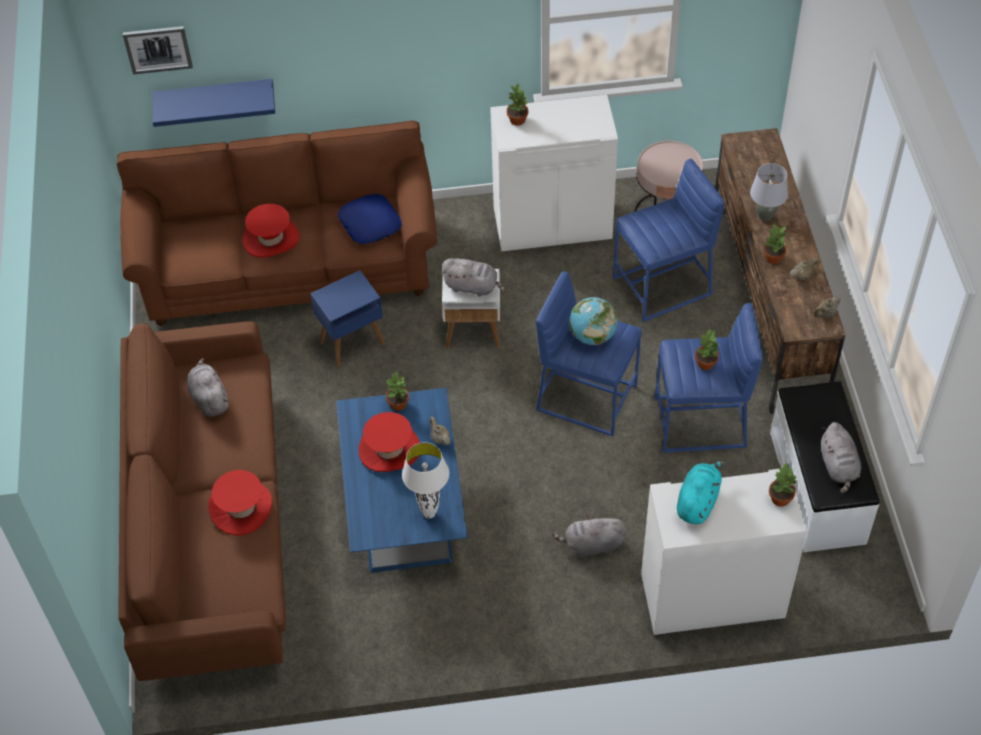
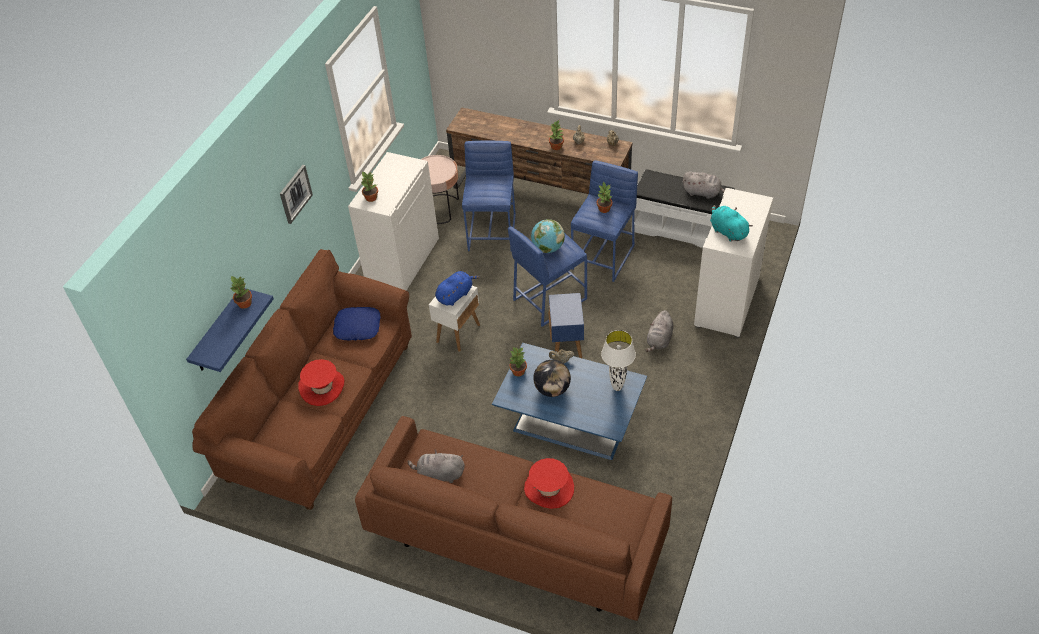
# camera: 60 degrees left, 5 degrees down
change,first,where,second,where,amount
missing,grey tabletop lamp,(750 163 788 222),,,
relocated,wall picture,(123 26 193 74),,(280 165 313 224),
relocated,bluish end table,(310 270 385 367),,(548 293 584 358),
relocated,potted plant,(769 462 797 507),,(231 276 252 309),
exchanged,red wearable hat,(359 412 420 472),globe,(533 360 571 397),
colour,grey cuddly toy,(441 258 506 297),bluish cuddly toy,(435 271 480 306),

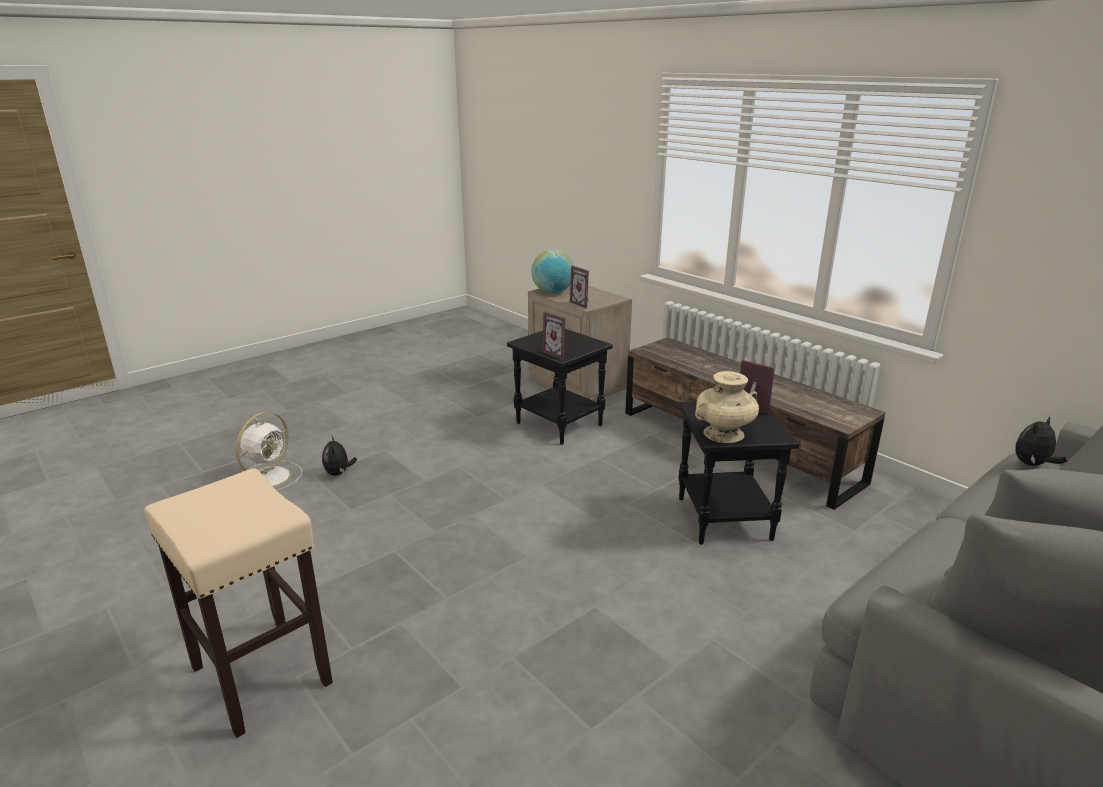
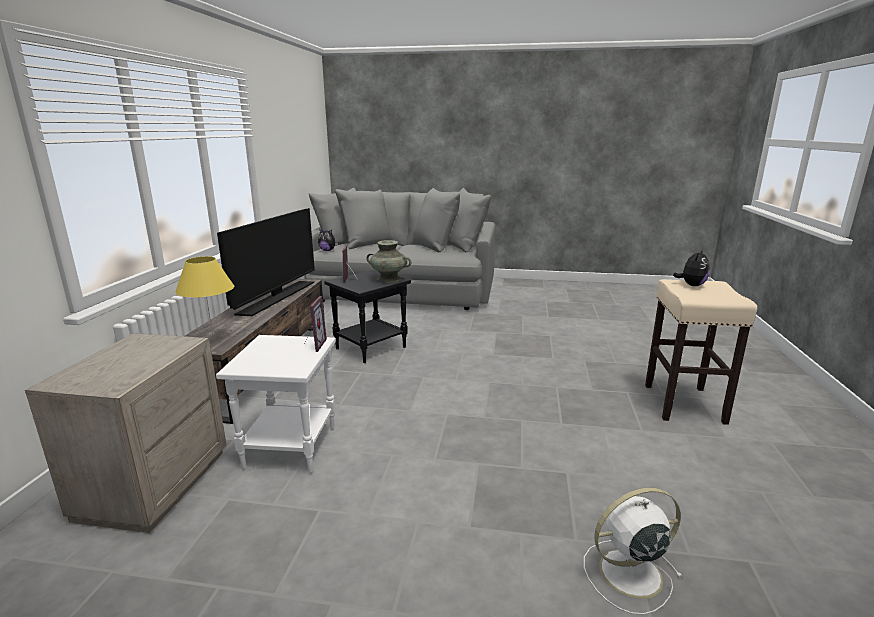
# camera: 130 degrees left, 5 degrees down
change,first,where,second,where,amount
missing,globe,(531 250 574 294),,,
missing,standing frame,(570 266 589 308),,,
appeared,,,yellow tabletop lamp,(175 256 234 341),
appeared,,,TV,(217 208 315 316),
relocated,cuddly toy,(322 436 357 476),,(673 249 710 286),
colour,black end table,(507 329 613 445),white end table,(216 335 336 473),
colour,sand-coloured decorative vase,(695 371 759 443),turquoise decorative vase,(366 240 411 283),

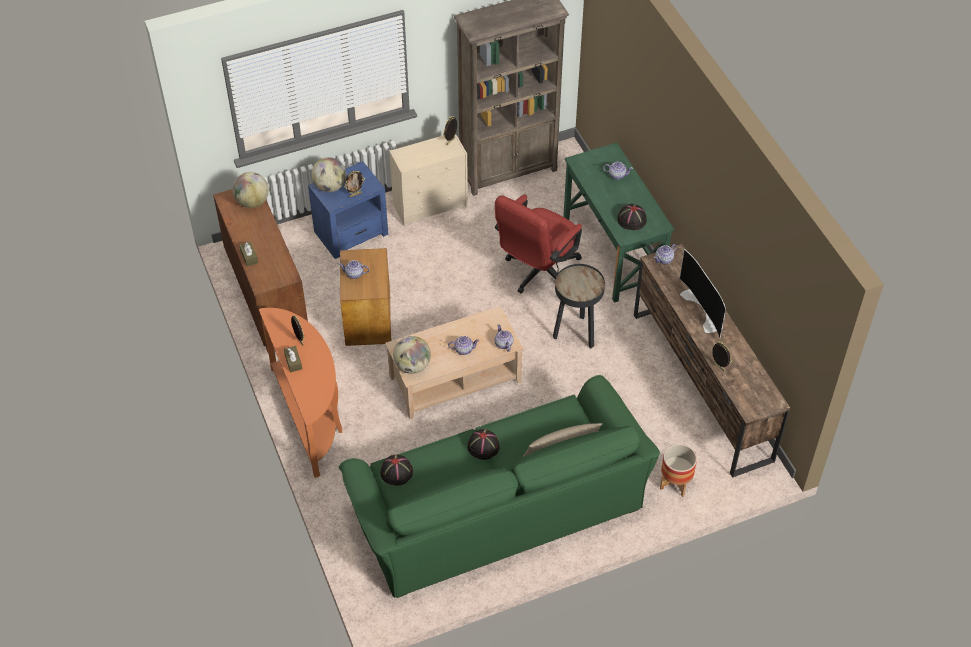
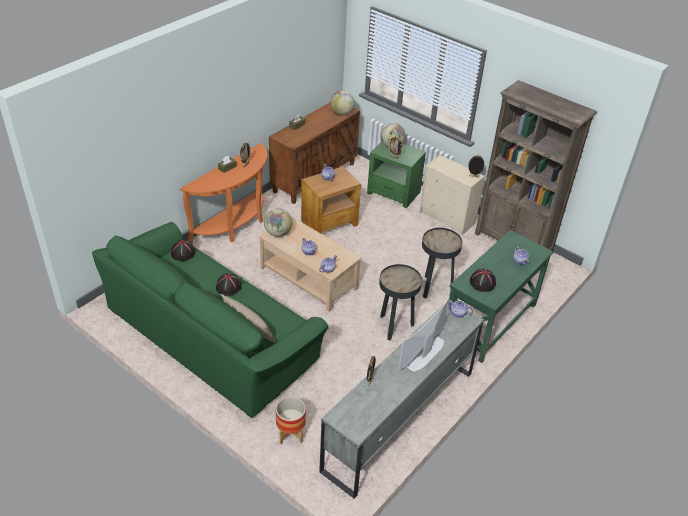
# camera: 60 degrees right, 10 degrees down
change,first,where,second,where,amount
exchanged,red desk chair,(495 195 582 293),black end table,(422 228 462 298),
colour,bluish end table,(308 161 388 259),greenish end table,(367 142 426 208),
colour,brown media console,(634 244 790 478),grey media console,(319 300 484 499),

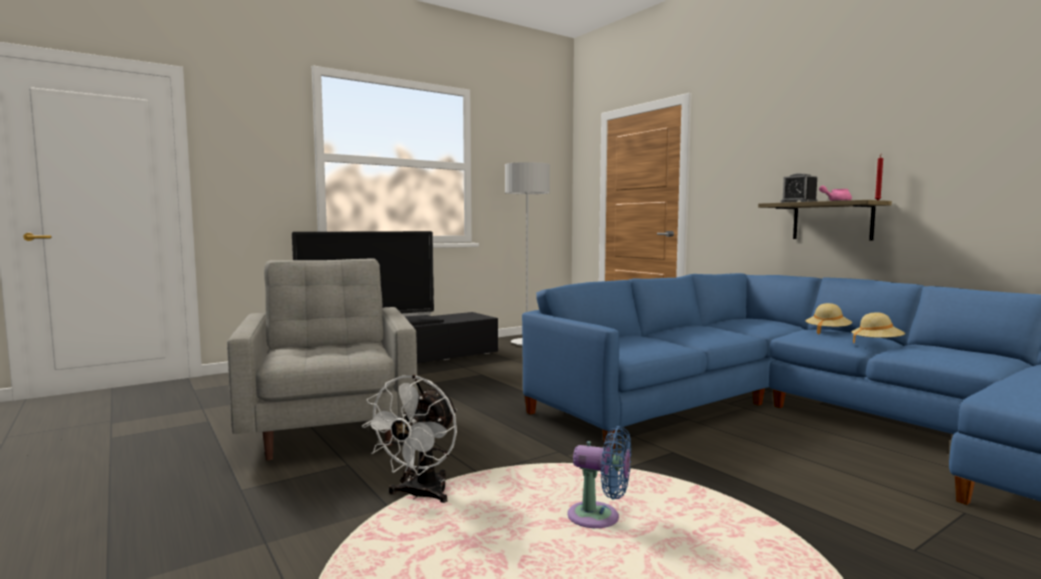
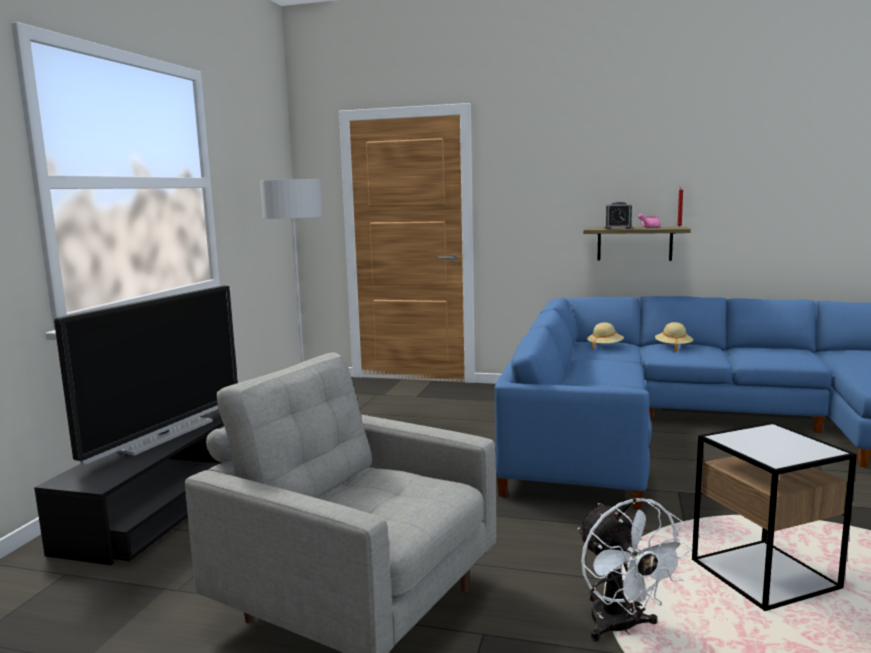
# camera: 40 degrees left, 5 degrees up
change,first,where,second,where,amount
relocated,sand-coloured wearable hat,(852 312 905 343),,(587 322 624 350),
exchanged,bluish electric fan,(567 426 631 528),end table,(692 422 857 611),

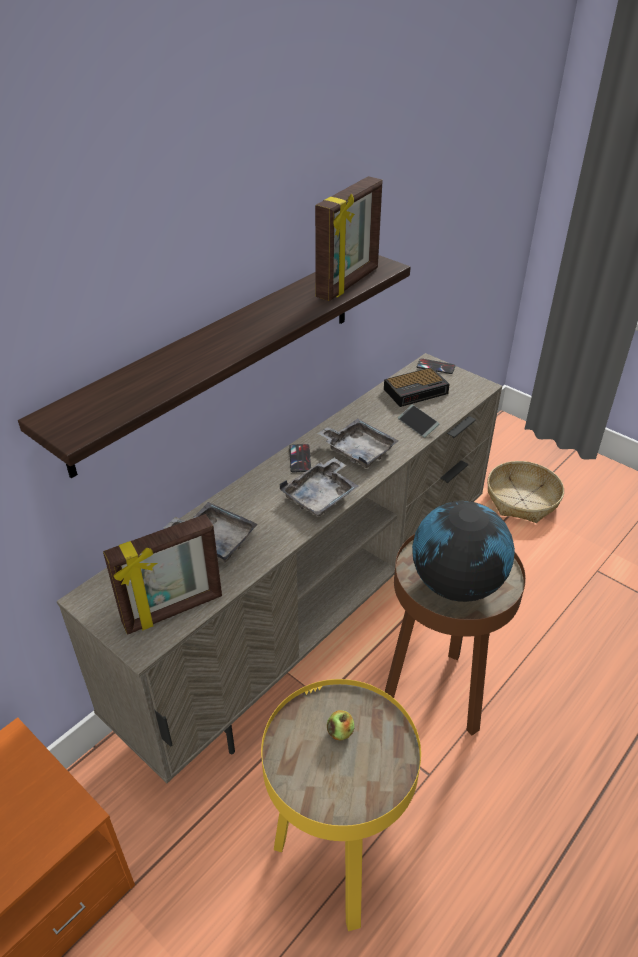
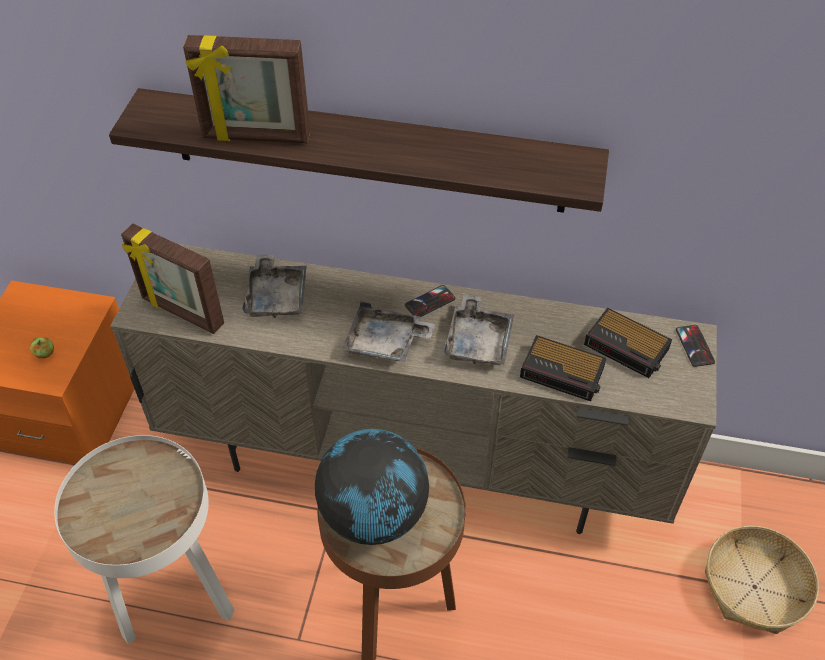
# camera: 60 degrees right, 10 degrees up
change,first,where,second,where,amount
relocated,standing frame,(315 176 383 301),,(183 35 310 143),
relocated,whole apple,(327 710 354 741),,(30 337 54 358),
exchanged,handset,(398 405 439 438),bedside clock,(520 335 606 401),
colour,yellow end table,(261 679 421 931),white end table,(54 435 234 644),

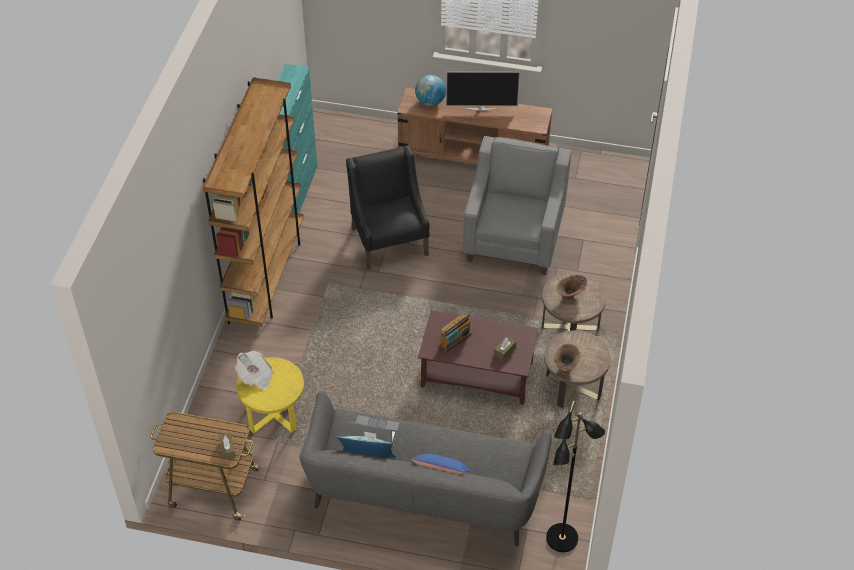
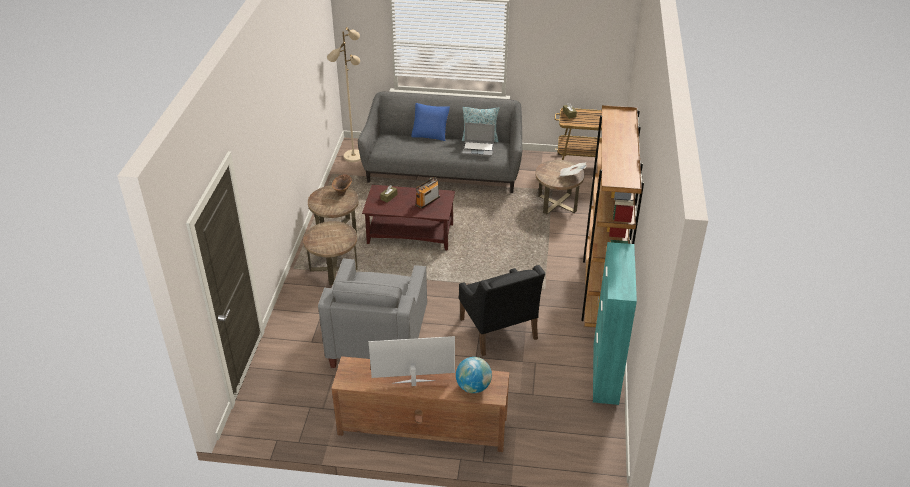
# camera: 175 degrees right, 10 degrees down
change,first,where,second,where,amount
missing,brown decorative vase,(556 275 587 300),,,
colour,yellow end table,(236 357 304 433),brown end table,(535 160 585 214),
colour,black standing lamp,(546 401 605 552),sand-coloured standing lamp,(327 27 361 162),

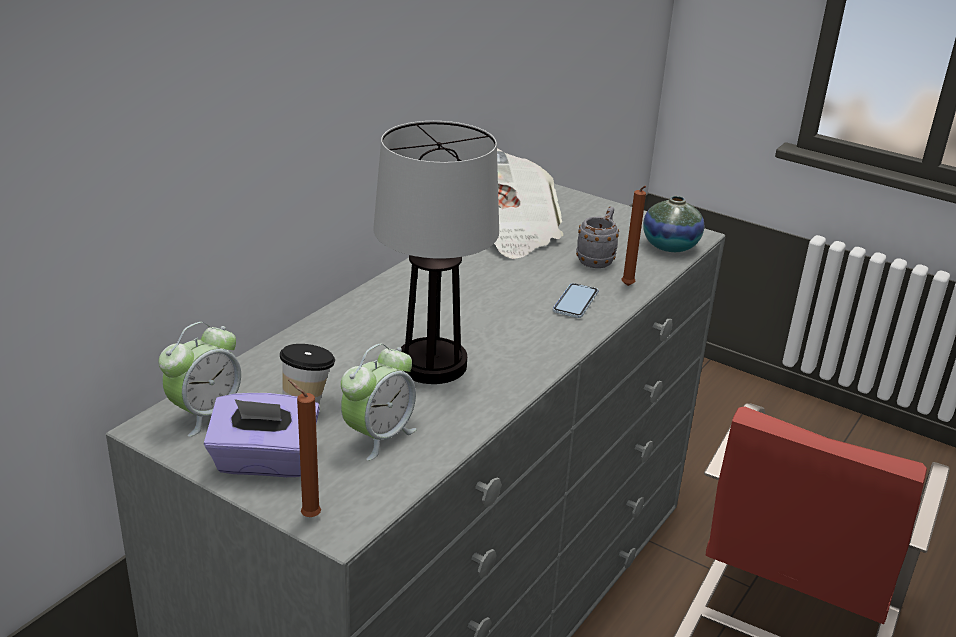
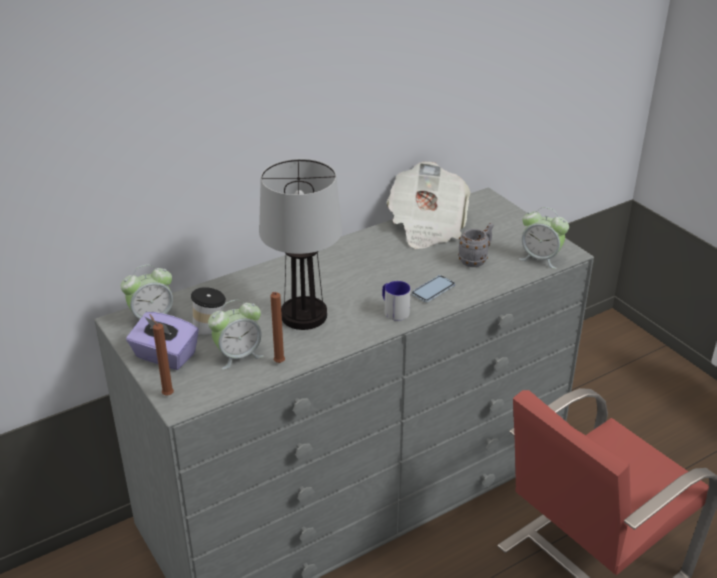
# camera: 25 degrees right, 5 degrees up
change,first,where,second,where,amount
appeared,,,coffee mug,(382 281 411 321),
relocated,brown wax candle,(622 186 646 286),,(271 292 285 363),
exchanged,decorative vase,(643 196 704 252),bedside clock,(519 207 569 269),

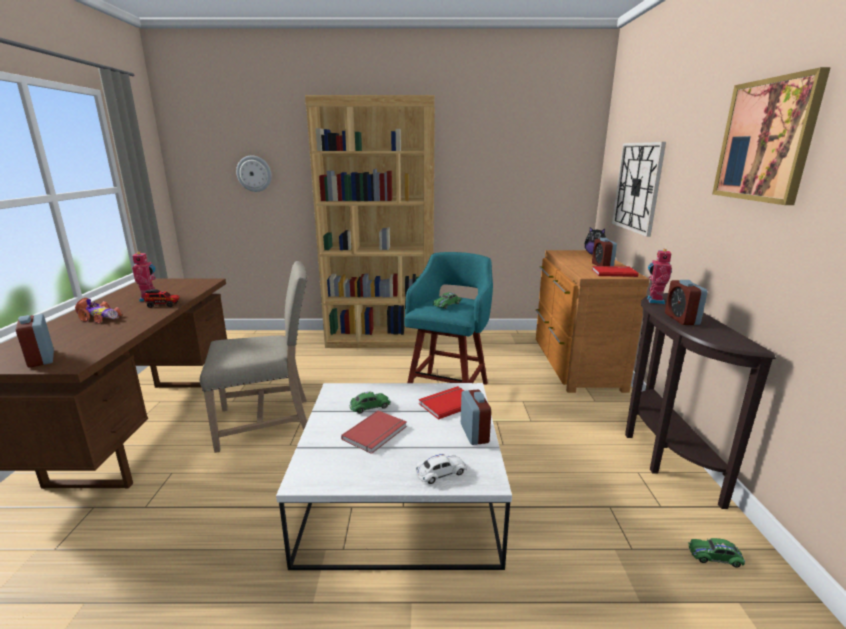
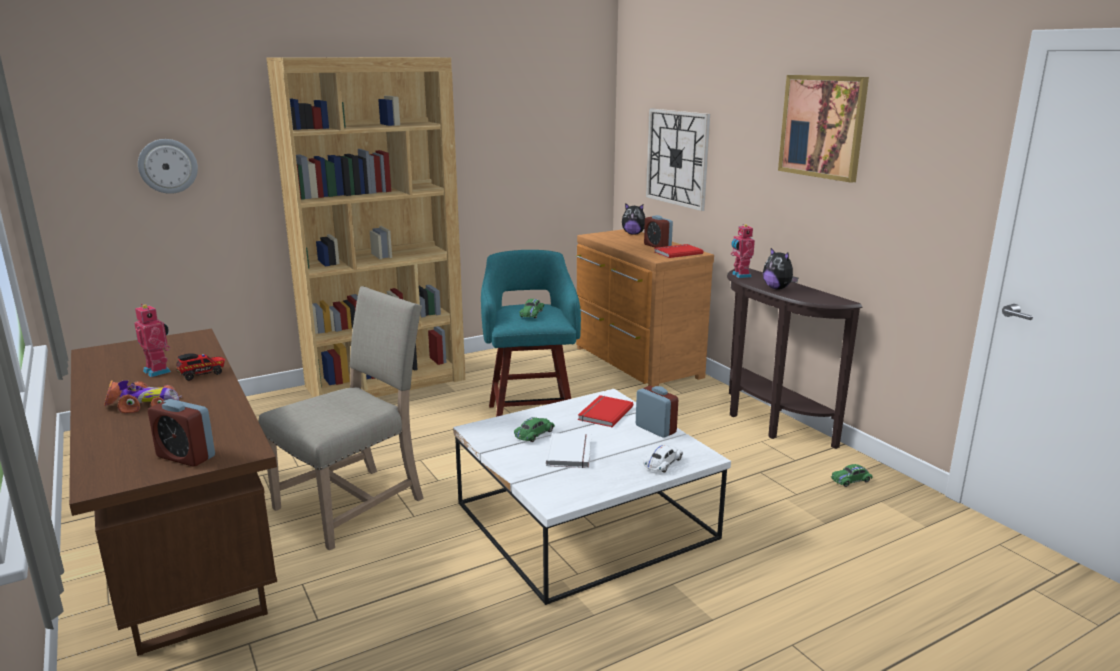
# camera: 30 degrees left, 0 degrees up
change,first,where,second,where,amount
exchanged,bedside clock,(665 280 708 325),cuddly toy,(763 248 798 289),
colour,red volume,(341 410 407 454),white volume,(546 433 592 468),

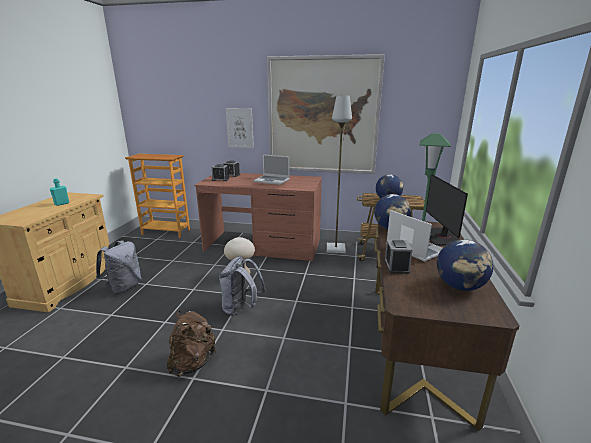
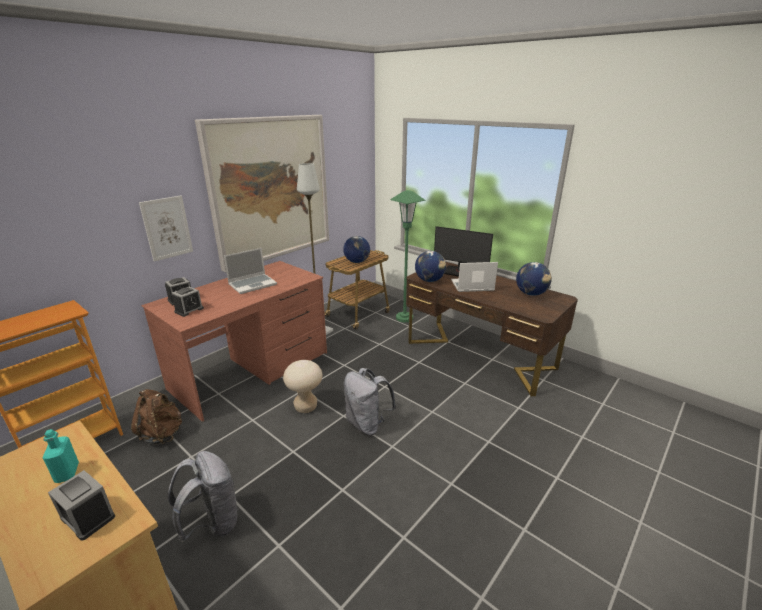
# camera: 60 degrees left, 5 degrees up
change,first,where,second,where,amount
relocated,brown rucksack,(167 310 216 377),,(131 389 182 444),
relocated,bedside clock,(385 240 412 274),,(48 470 115 541),

